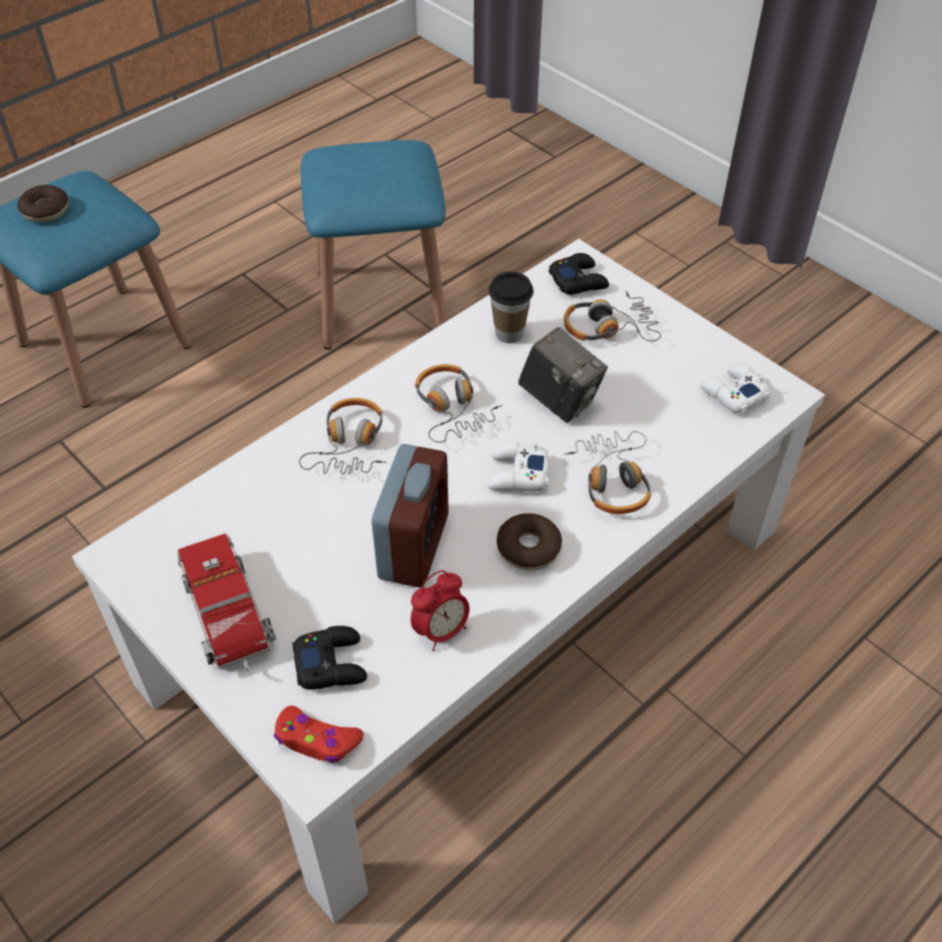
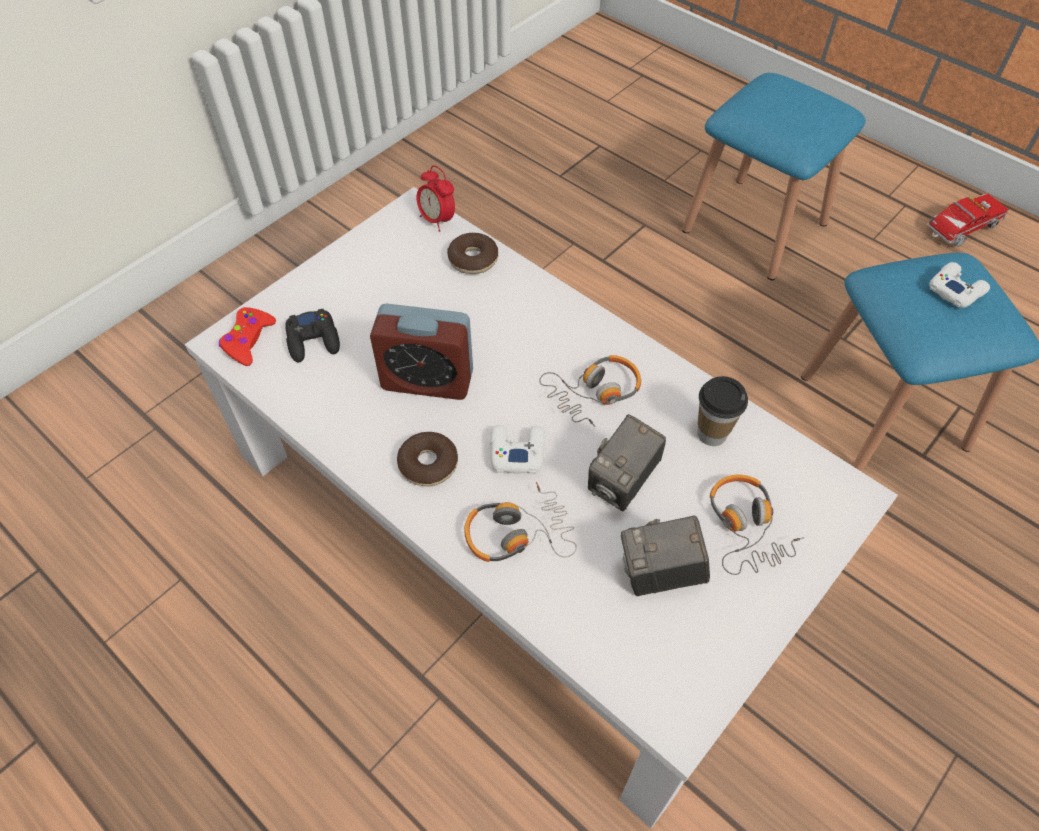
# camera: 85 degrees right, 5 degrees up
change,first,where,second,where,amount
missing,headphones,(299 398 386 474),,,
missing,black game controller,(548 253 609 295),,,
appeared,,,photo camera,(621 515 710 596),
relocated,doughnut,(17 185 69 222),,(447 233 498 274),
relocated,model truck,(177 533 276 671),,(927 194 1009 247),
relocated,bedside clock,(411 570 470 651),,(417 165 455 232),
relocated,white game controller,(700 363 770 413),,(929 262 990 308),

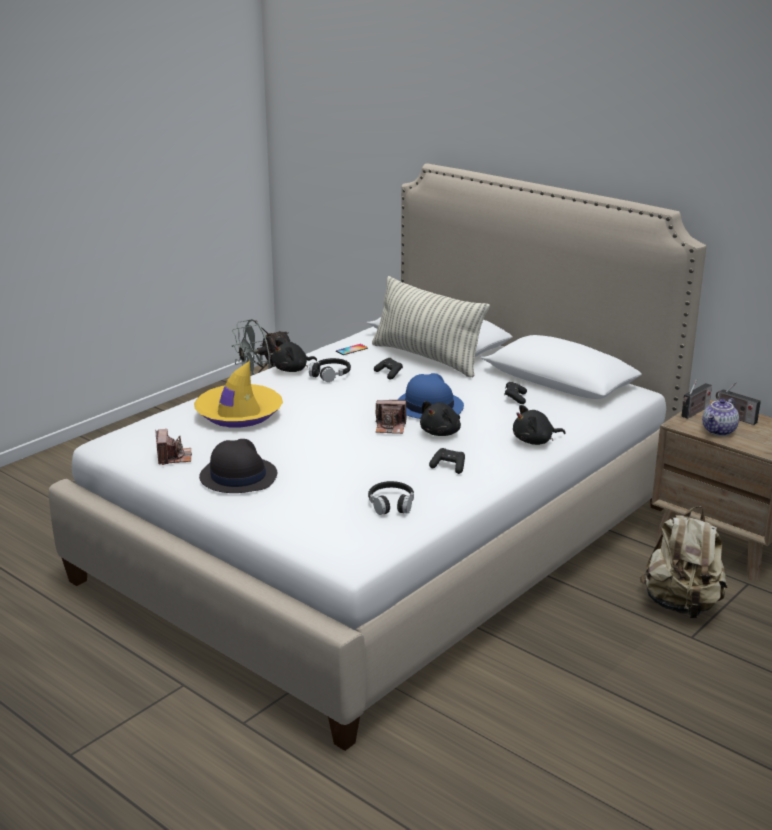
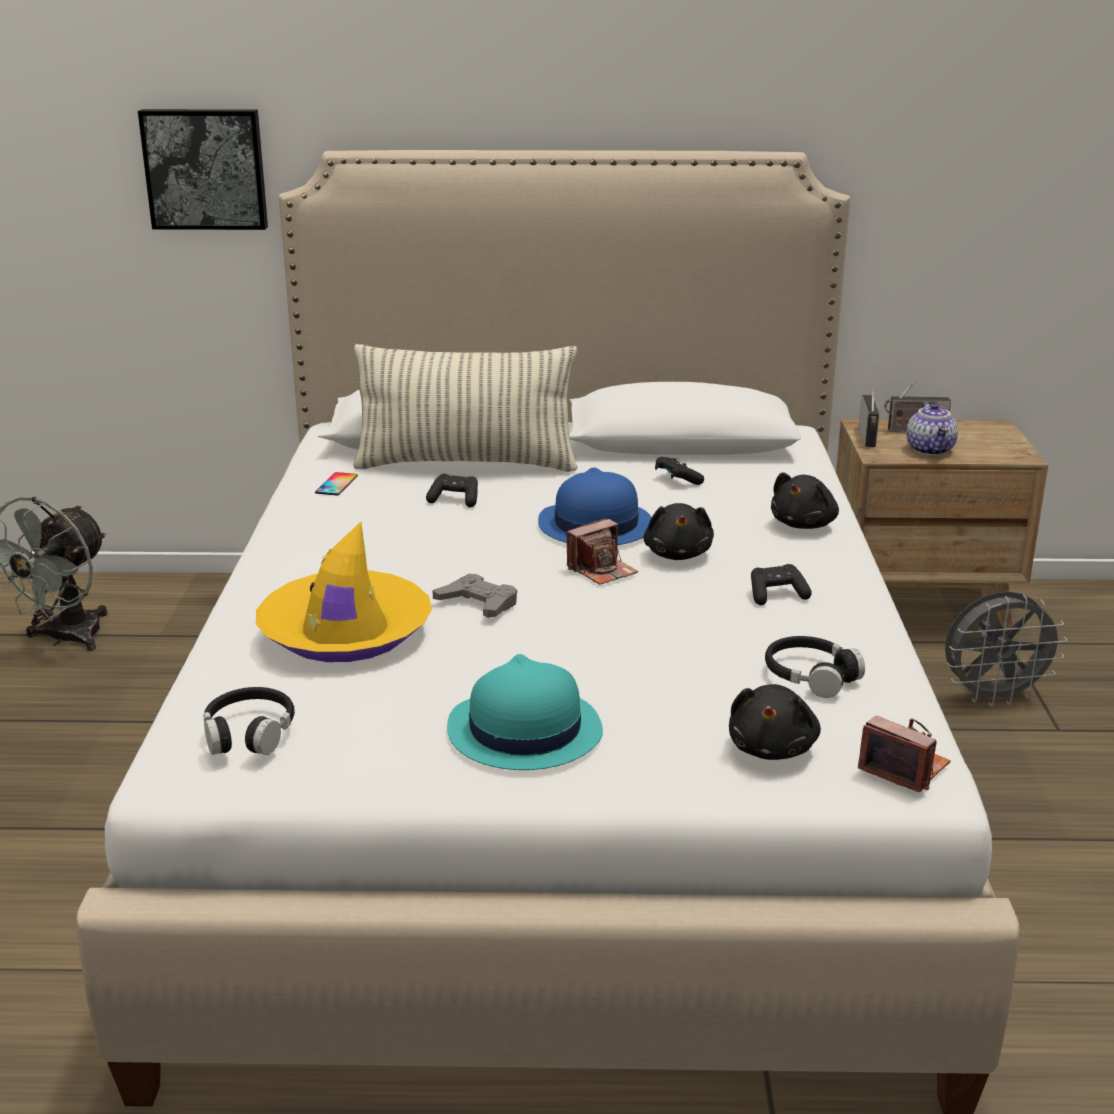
# camera: 40 degrees left, 0 degrees up
change,first,where,second,where,amount
appeared,,,wall picture,(138 109 268 230),
appeared,,,grey game controller,(433 574 517 618),
relocated,photo camera,(155 429 192 465),,(858 716 951 792),
relocated,black cuddly toy,(272 339 317 372),,(729 684 821 760),
relocated,black headphones,(309 358 351 382),,(203 687 295 755),
exchanged,sand-coloured rucksack,(640 506 728 618),grey electric fan,(945 591 1067 707),
colour,black wearable hat,(199 439 277 493),turquoise wearable hat,(447 654 603 770),

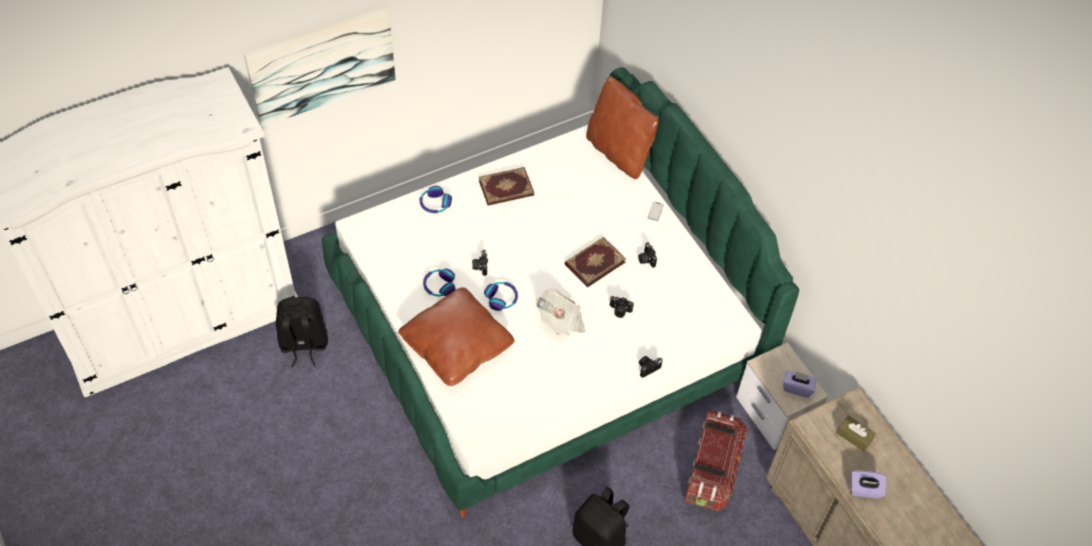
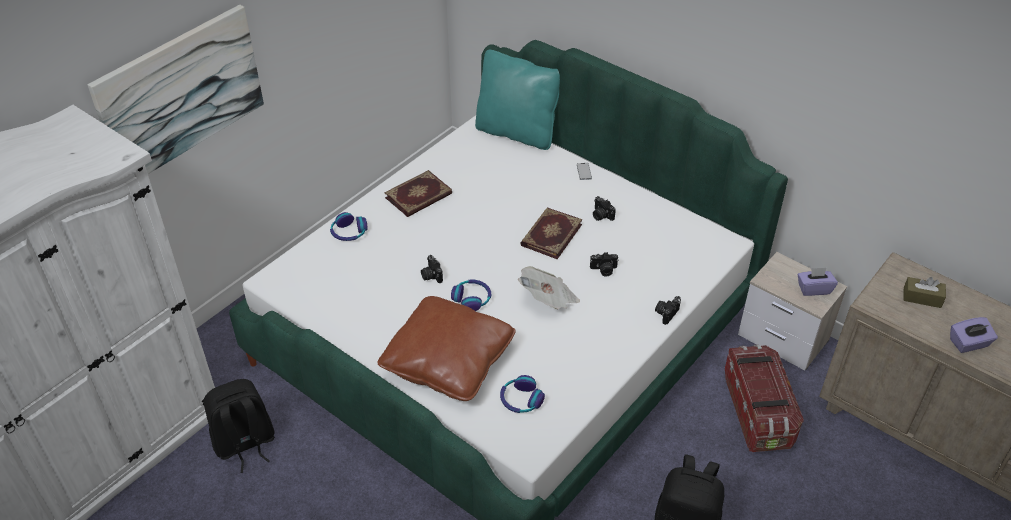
# camera: 20 degrees left, 10 degrees down
change,first,where,second,where,amount
relocated,headphones,(423 268 455 296),,(500 375 545 413),
colour,brown cushion,(586 76 659 179),turquoise cushion,(475 50 560 150),

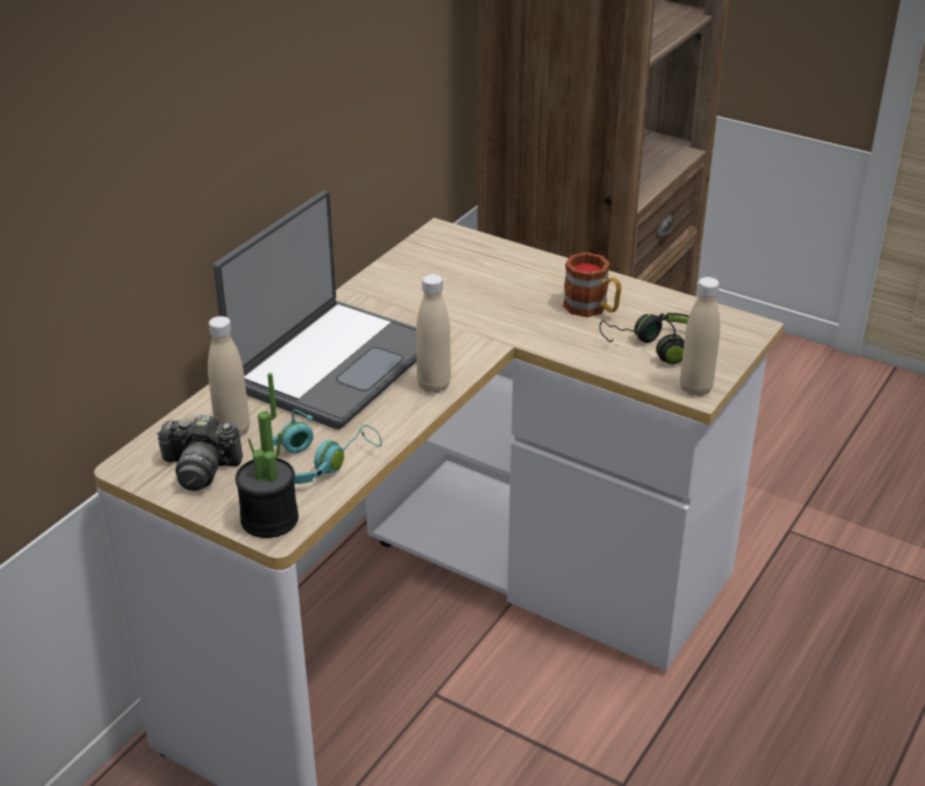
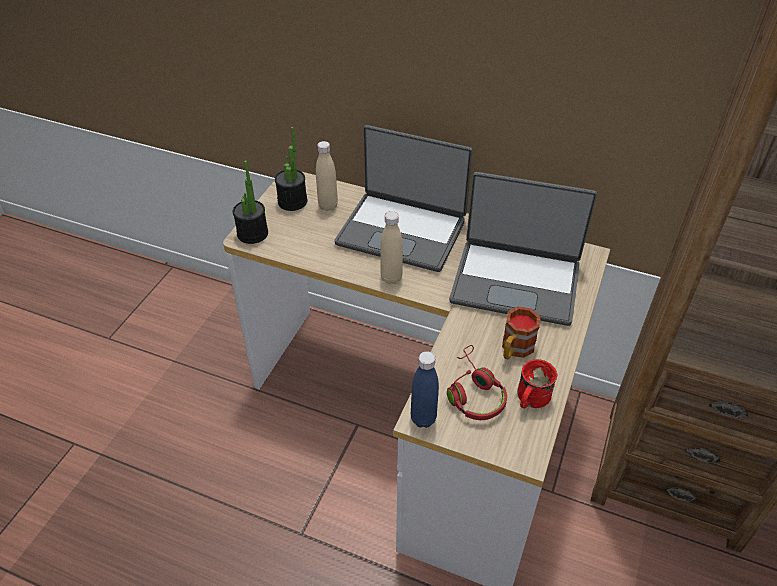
# camera: 80 degrees right, 10 degrees up
change,first,where,second,where,amount
missing,turquoise headphones,(260 409 382 484),,,
appeared,,,notebook computer,(449 172 597 326),
appeared,,,red coffee mug,(517 359 557 409),
exchanged,photo camera,(156 414 243 491),potted plant,(275 127 307 211),
colour,black headphones,(599 313 689 364),red headphones,(447 345 507 420),
colour,sand-coloured beverage bottle,(680 277 720 396),bluish beverage bottle,(411 351 439 428),

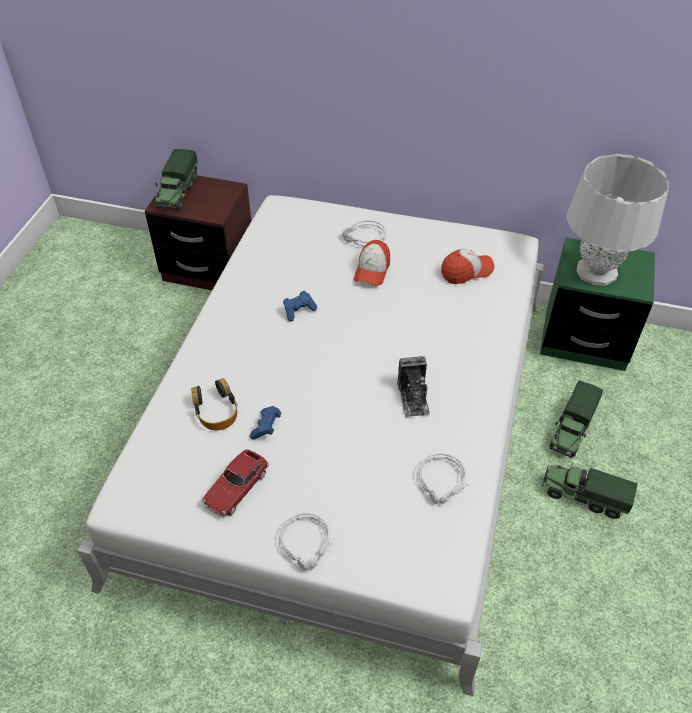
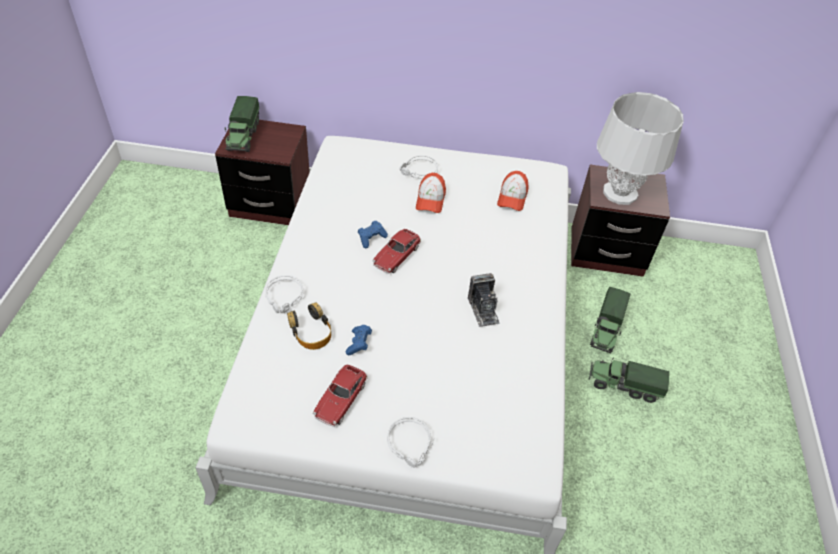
# camera: 10 degrees left, 0 degrees up
change,first,where,second,where,amount
appeared,,,miniature car,(372 229 421 273),
relocated,grey headphones,(419 453 468 504),,(265 275 305 313),
colour,greenish nightstand,(540 238 655 371),brown nightstand,(571 165 670 277),
spun,peaked cap,(441 249 494 284),,(497 171 529 211),135 degrees clockwise

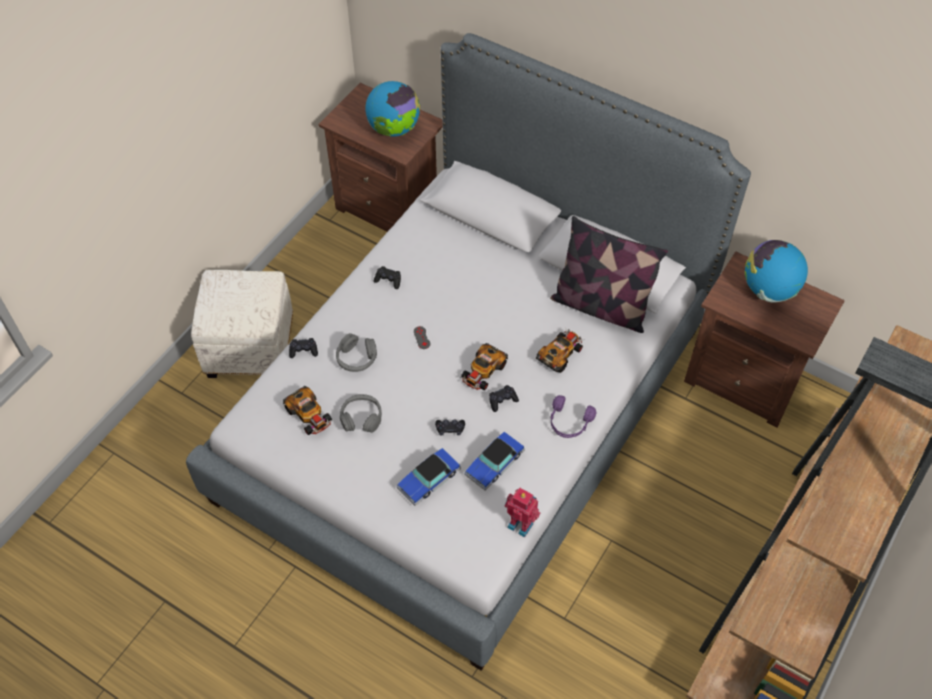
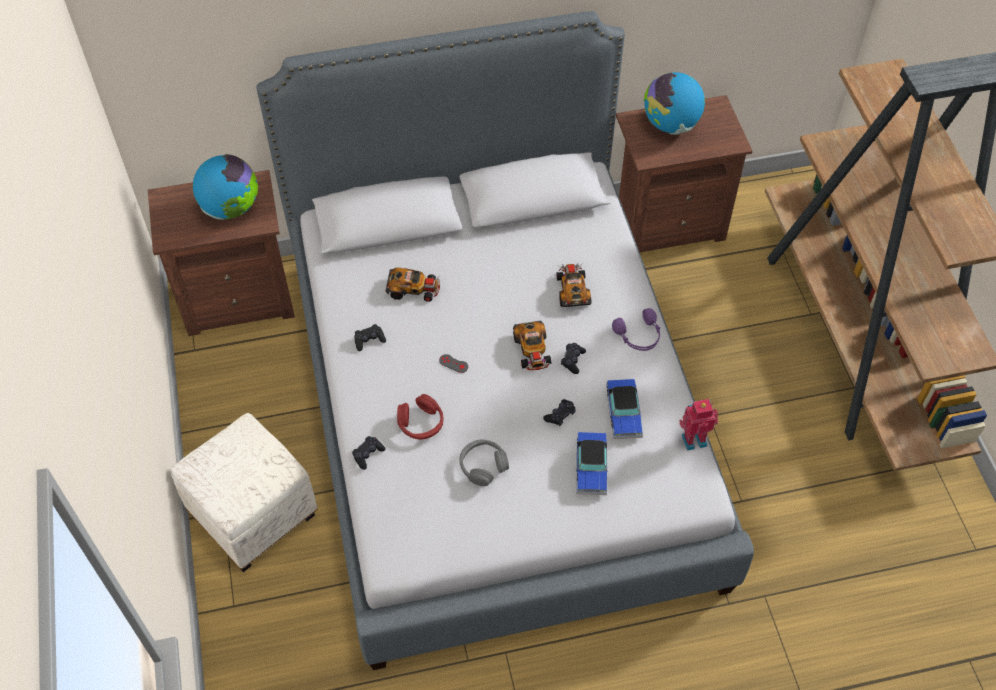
# camera: 45 degrees left, 0 degrees up
change,first,where,second,where,amount
missing,cushion,(550 216 668 333),,,
relocated,miniature car,(283 386 332 435),,(386 268 440 302),
colour,grey headphones,(336 333 377 372),red headphones,(397 394 443 440),

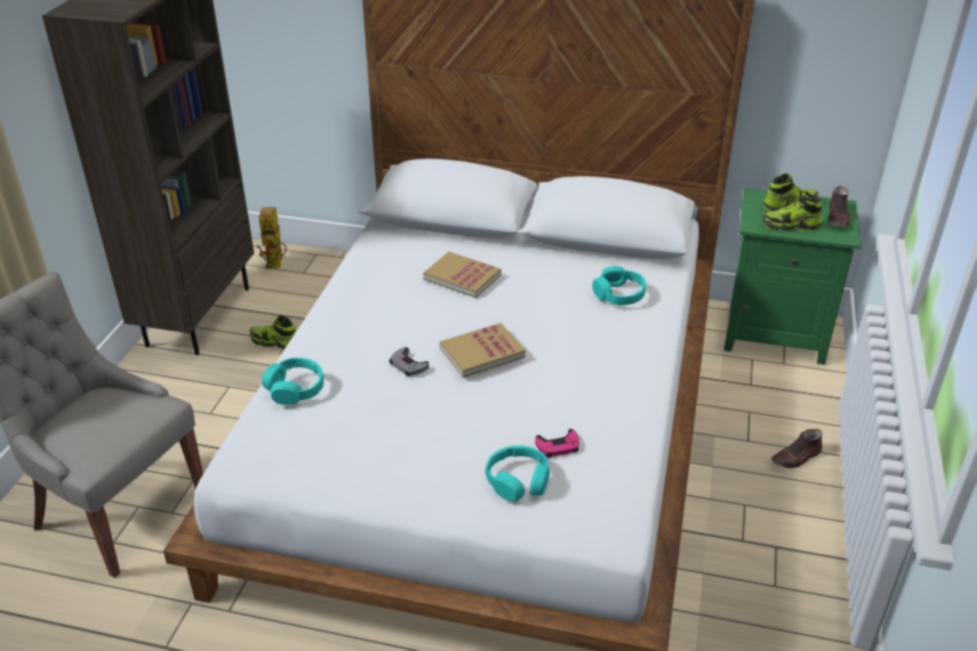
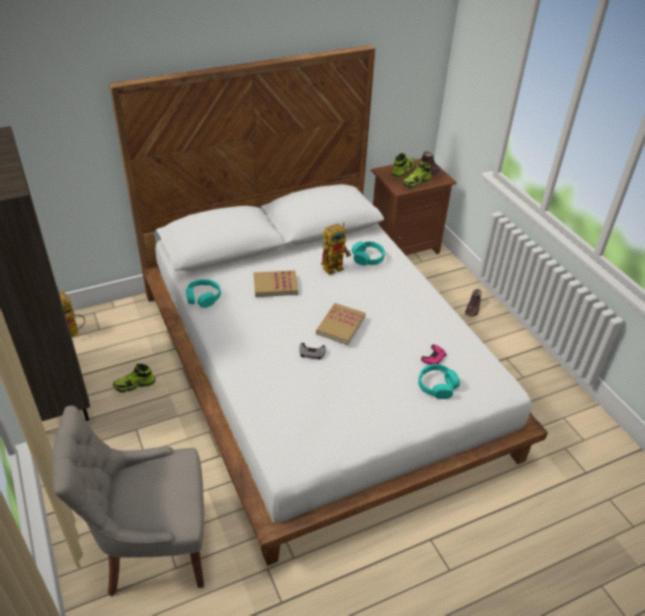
# camera: 40 degrees left, 5 degrees up
change,first,where,second,where,amount
appeared,,,robot figure,(321 223 351 275),
relocated,turquoise headphones,(262 357 324 405),,(186 279 221 308),
colour,greenish nightstand,(724 188 861 365),brown nightstand,(371 158 457 255),

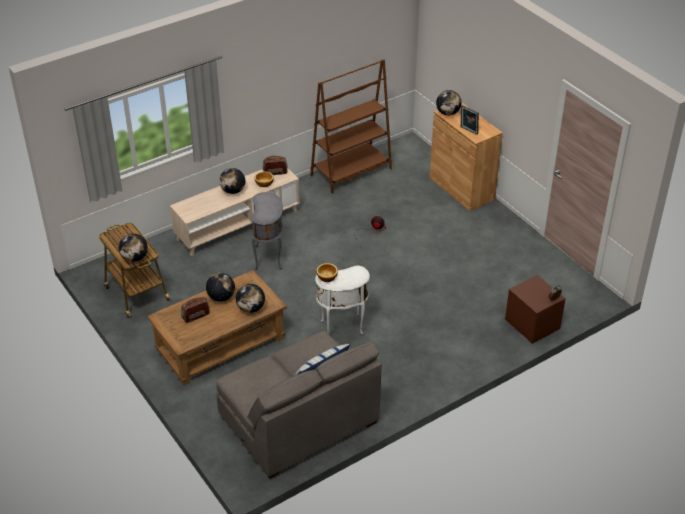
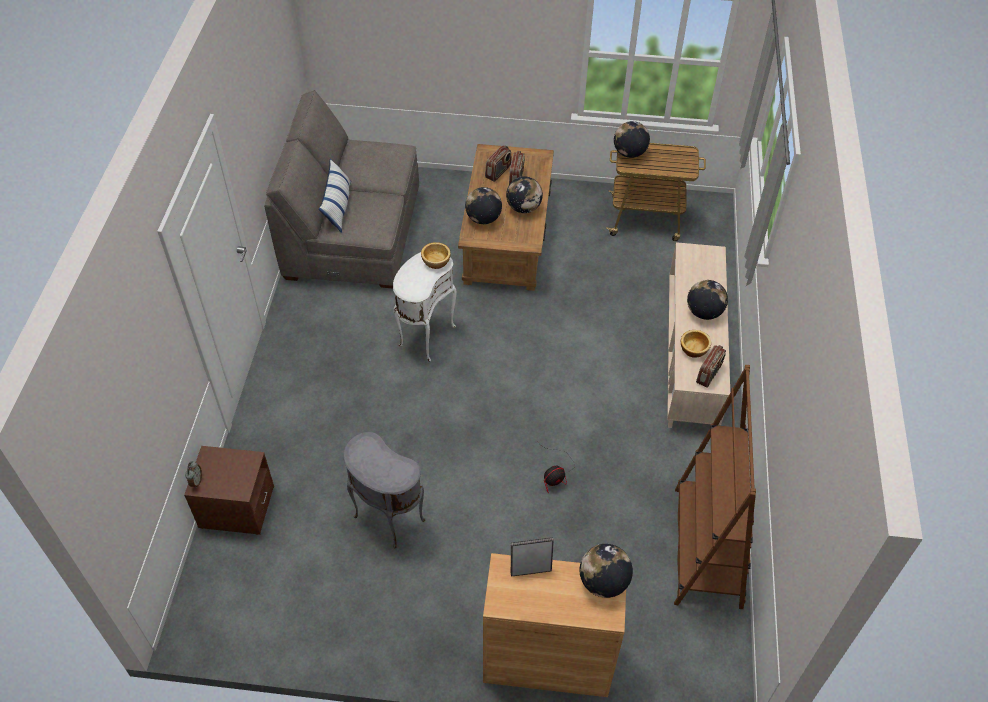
# camera: 130 degrees right, 10 degrees up
change,first,where,second,where,amount
appeared,,,radio receiver,(485 145 512 182),
relocated,grey end table,(252 192 283 270),,(343 432 426 548),

